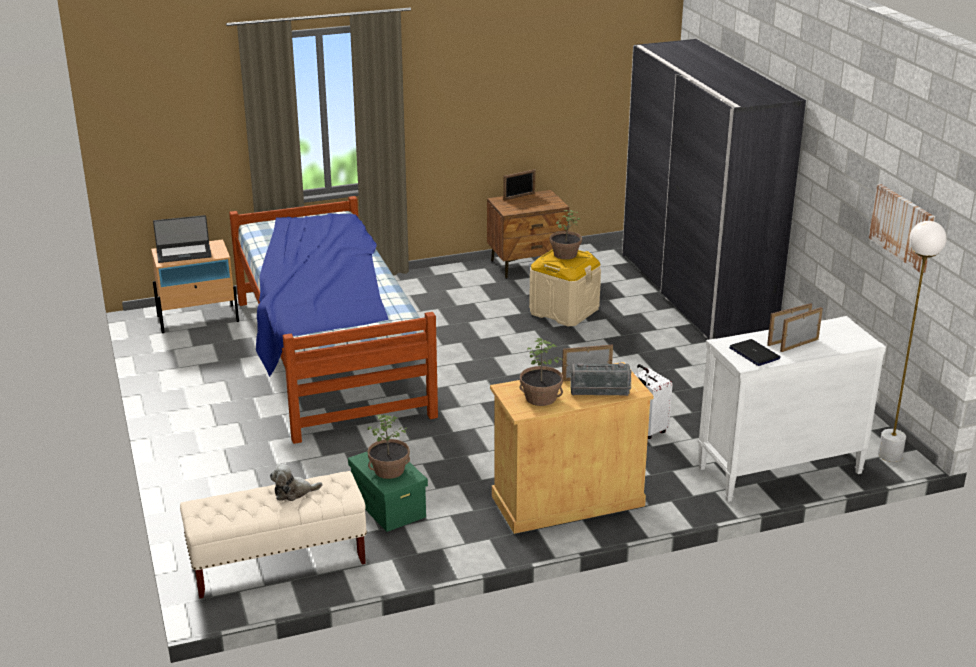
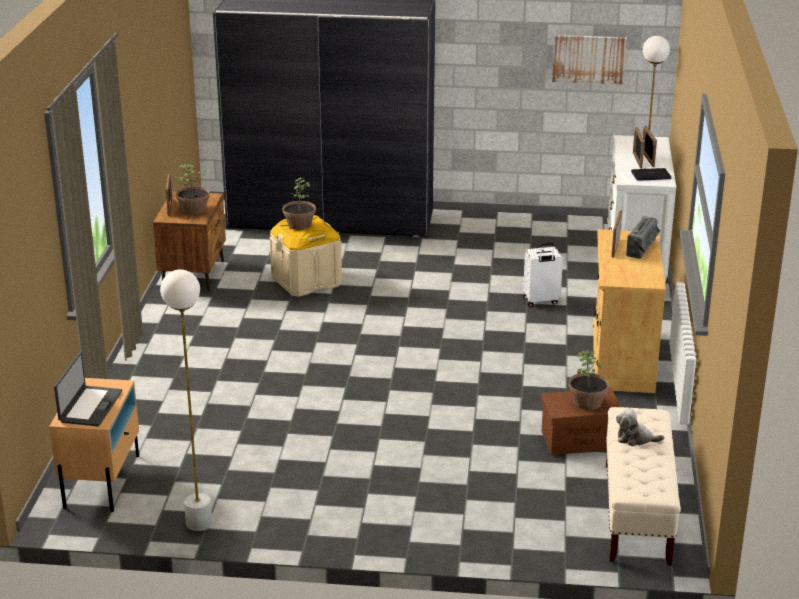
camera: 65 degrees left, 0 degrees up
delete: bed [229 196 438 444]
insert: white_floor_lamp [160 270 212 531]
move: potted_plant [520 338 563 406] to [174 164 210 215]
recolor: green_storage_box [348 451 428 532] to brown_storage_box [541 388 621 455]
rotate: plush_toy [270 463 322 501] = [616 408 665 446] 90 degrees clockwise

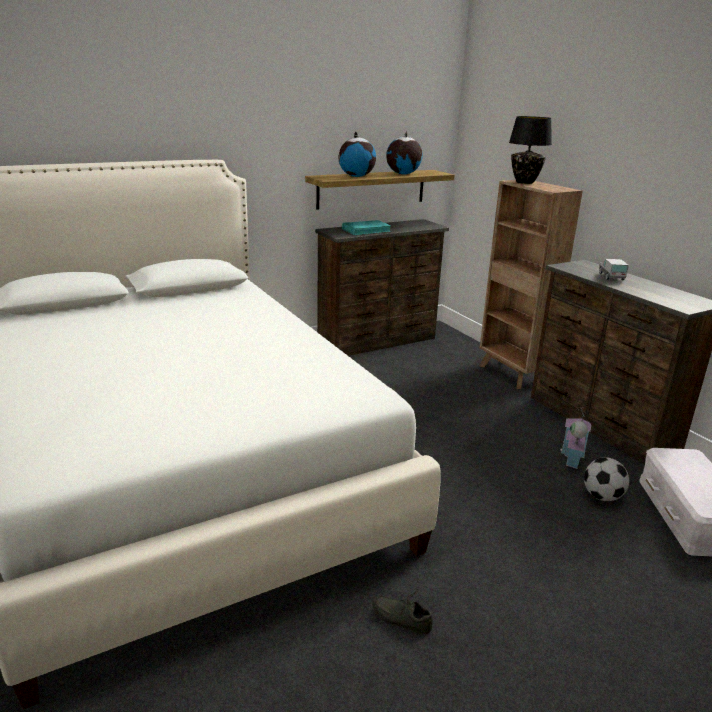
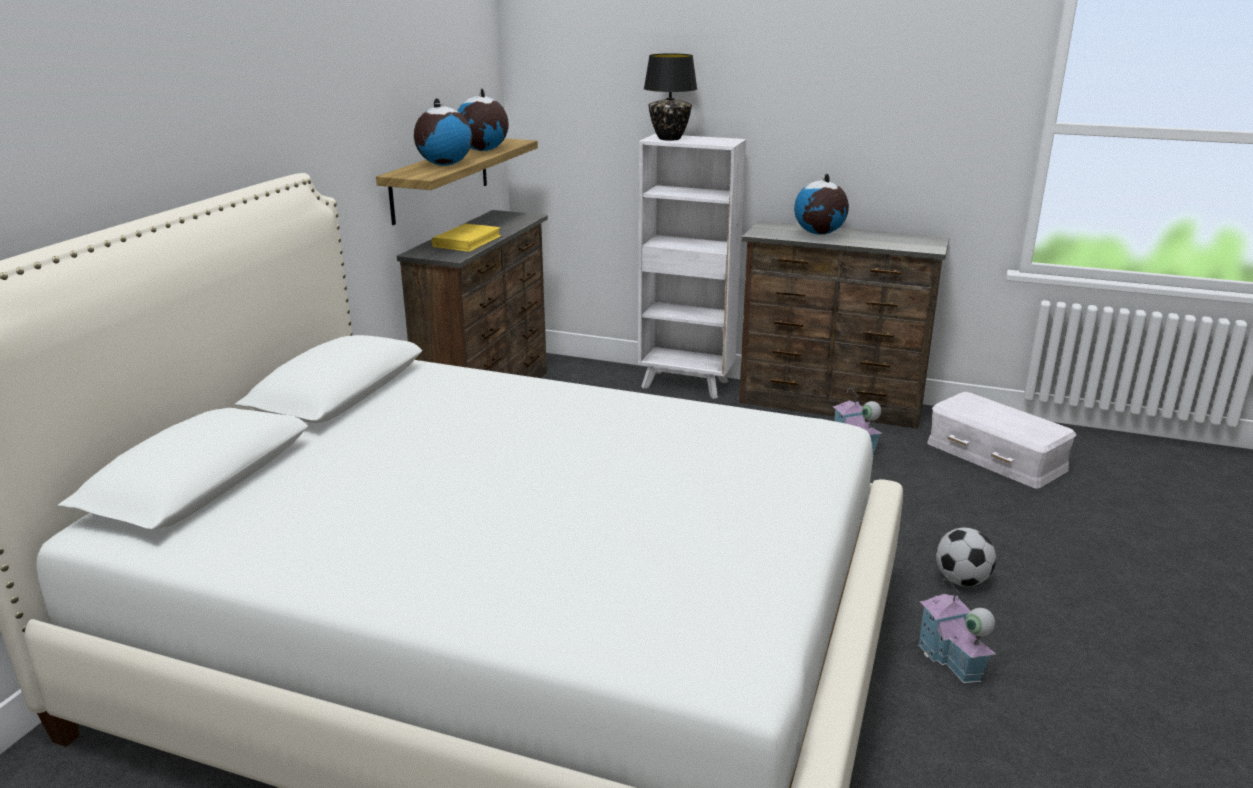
camera: 40 degrees left, 0 degrees up
move: football [584 457 629 501] to [936 528 996 586]
replace: grey_shoe [372 589 433 634] to toy_house [918 577 996 683]; toy_truck [599 259 629 280] to globe [794 174 849 235]
recolor: turquoise_book [342 220 392 235] to yellow_book [432 223 502 252]; brown_bookcase [480 180 583 389] to white_bookcase [638 134 746 399]

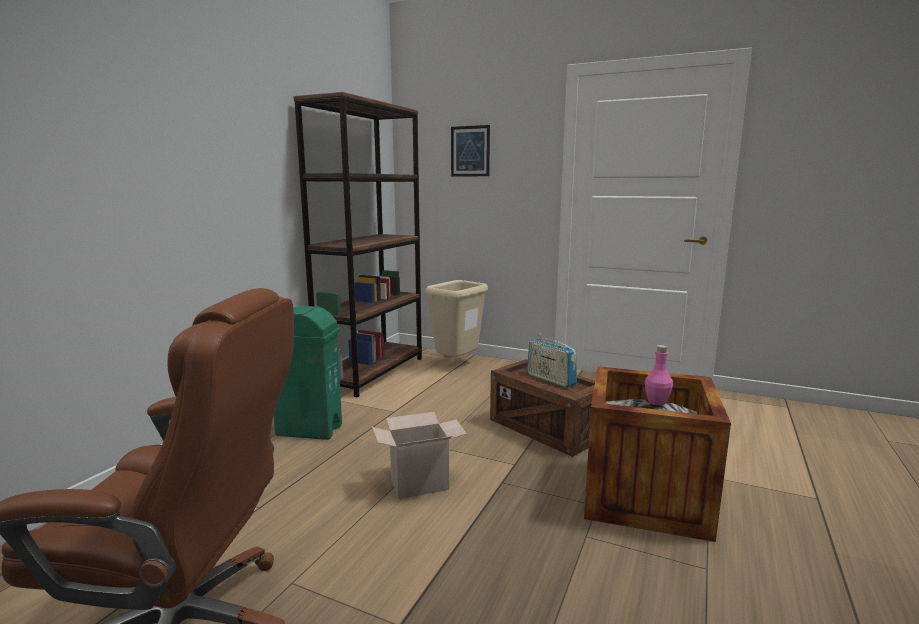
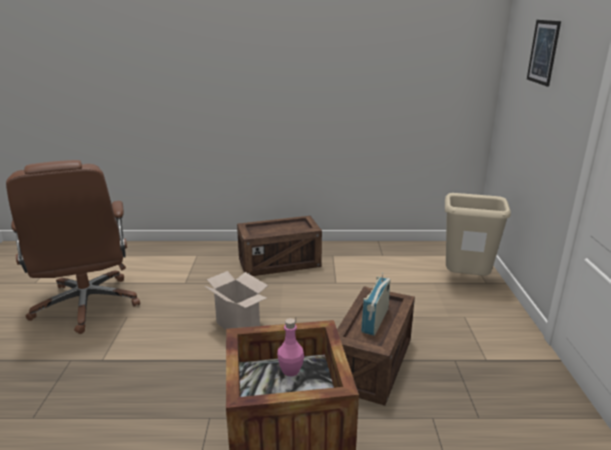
camera: 65 degrees right, 10 degrees up
delete: brown_bookcase [293 92 422 398]
replace: green_trash_can [274 306 342 440] to crate [237 216 322 276]

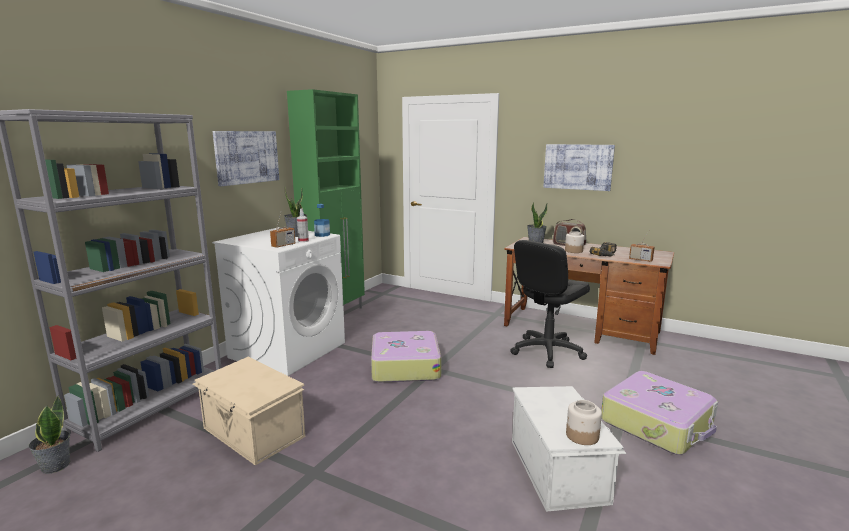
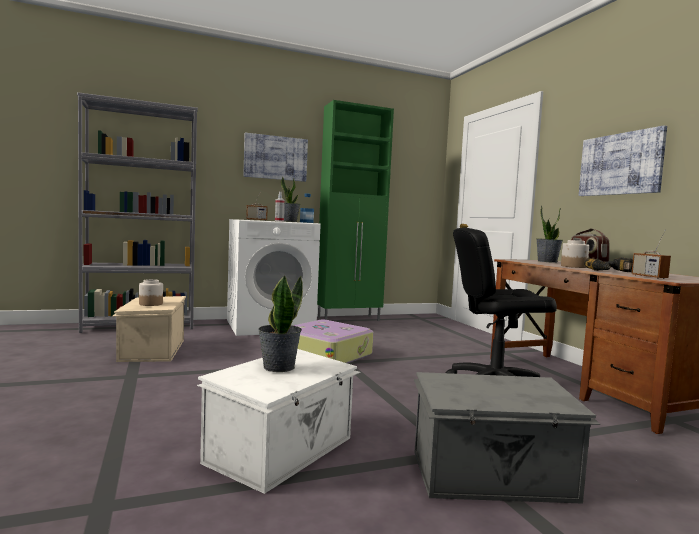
camera: 40 degrees right, 10 degrees down
move: potted_plant [28 395 71 474] to [258 275 303 372]; jar [566 400 602 445] to [139 279 163 306]
replace: suitcase [601 371 718 455] to grey_storage_box [414 372 601 504]

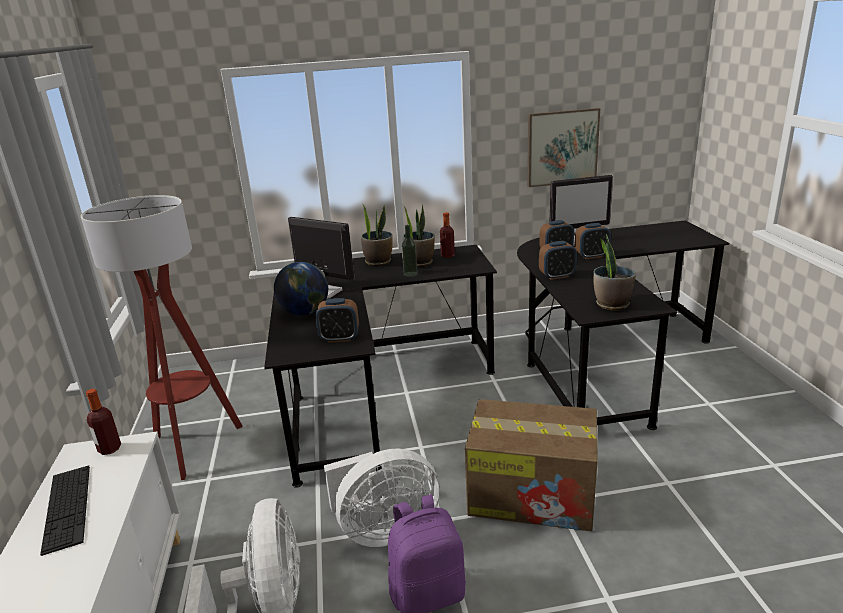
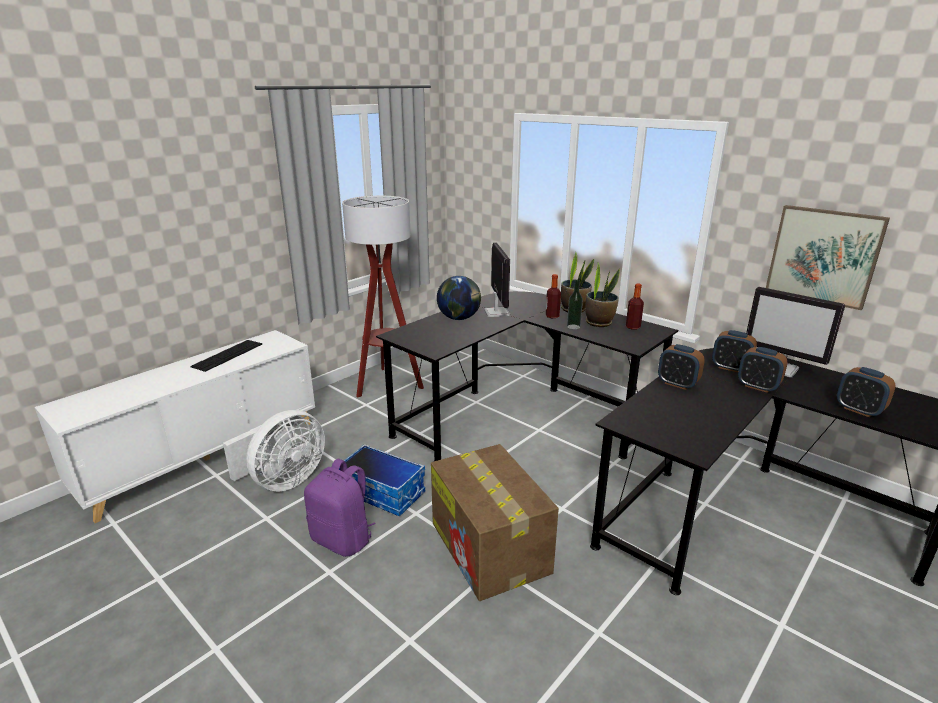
camera: 50 degrees right, 0 degrees up
delete: potted_plant [593 234 636 310]
move: bottle [86 389 121 455] to [546 274 561 318]; alarm_clock [315 298 359 343] to [837 367 896 417]
replace: white_fan [324 449 440 547] to storage_box [339 444 425 517]

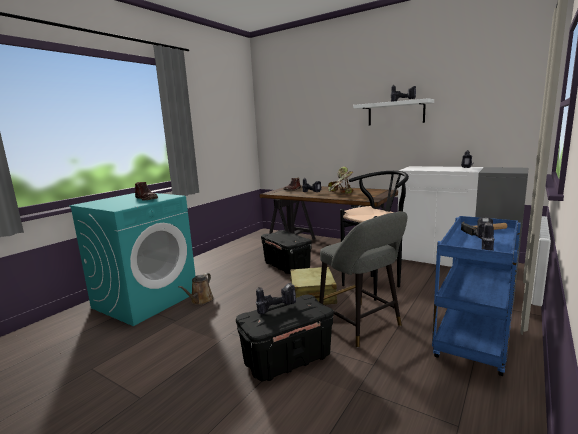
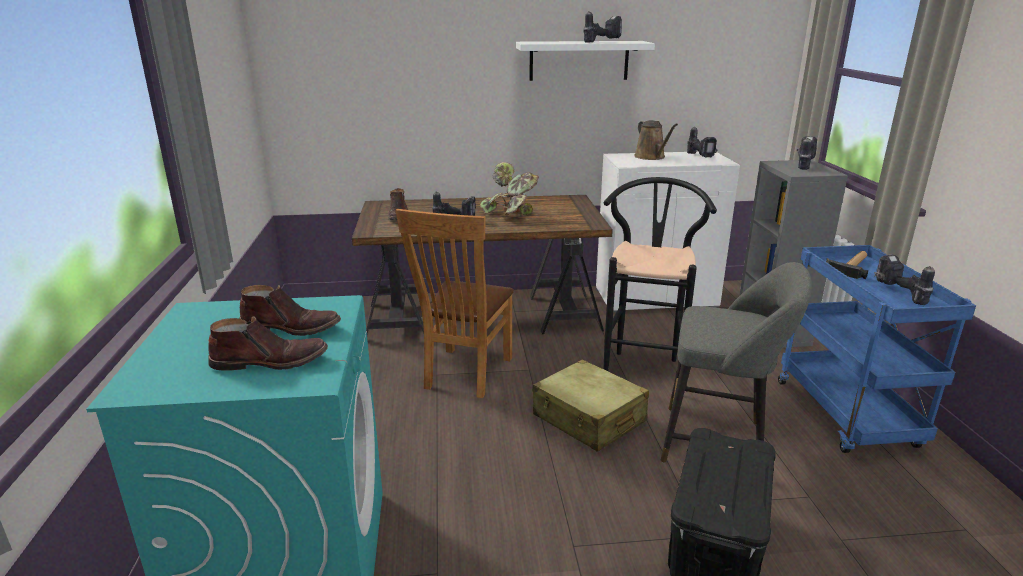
camera: 40 degrees left, 10 degrees up
insert: brown_boot [208 316 328 371]
move: brown_watering_can [178 273 214 305] to [634 120 678 160]; power_drill [256 283 296 314] to [797 136 817 170]
replace: black_storage_box [261 230 312 274] to brown_chair [395 209 514 398]

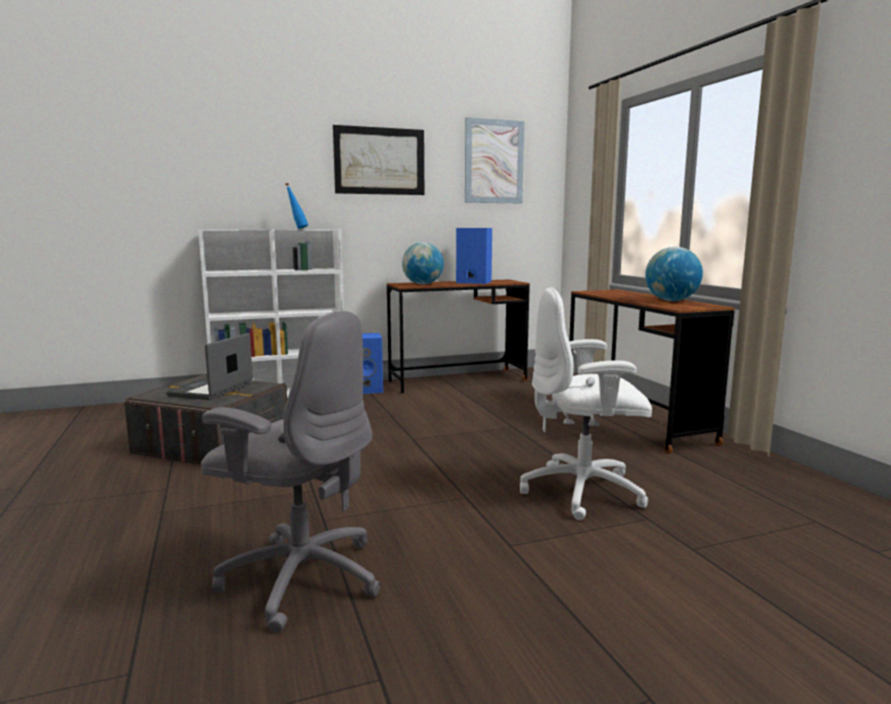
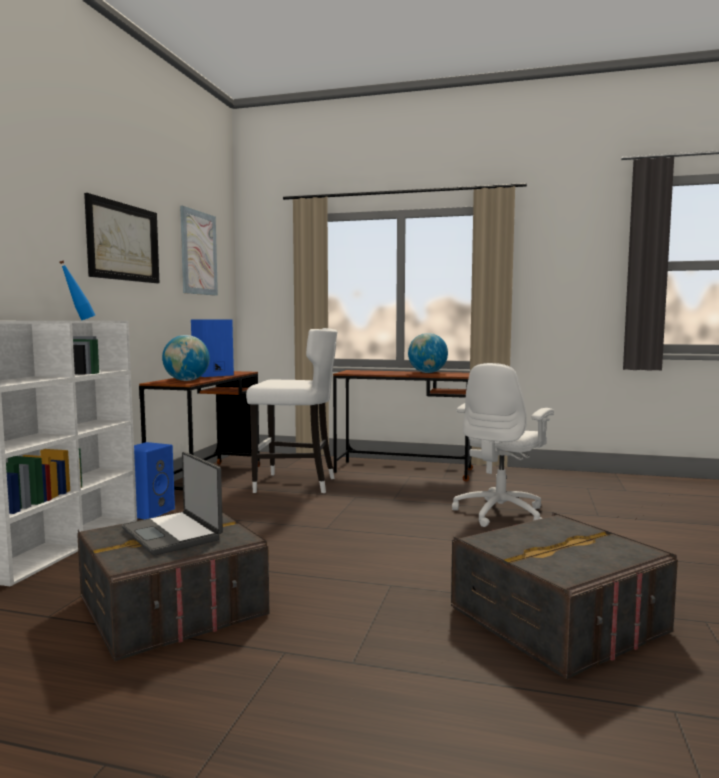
camera: 55 degrees left, 5 degrees down
insert: white_stool [246 328 337 493]
replace: grey_office_chair [201 311 381 633] to grey_storage_box [451 513 678 679]

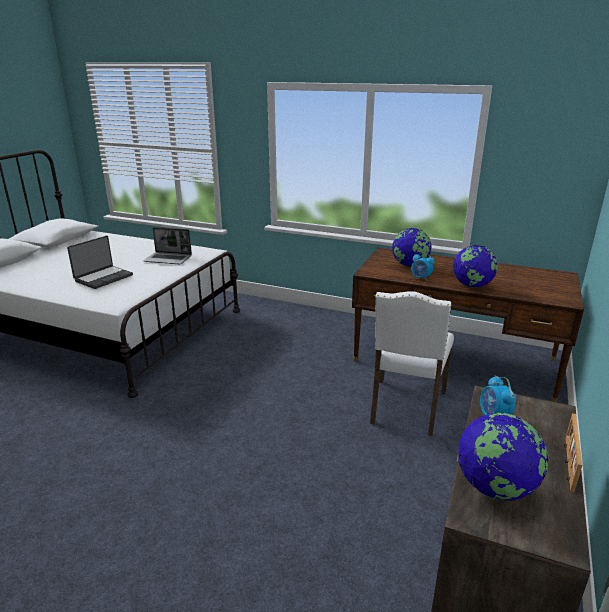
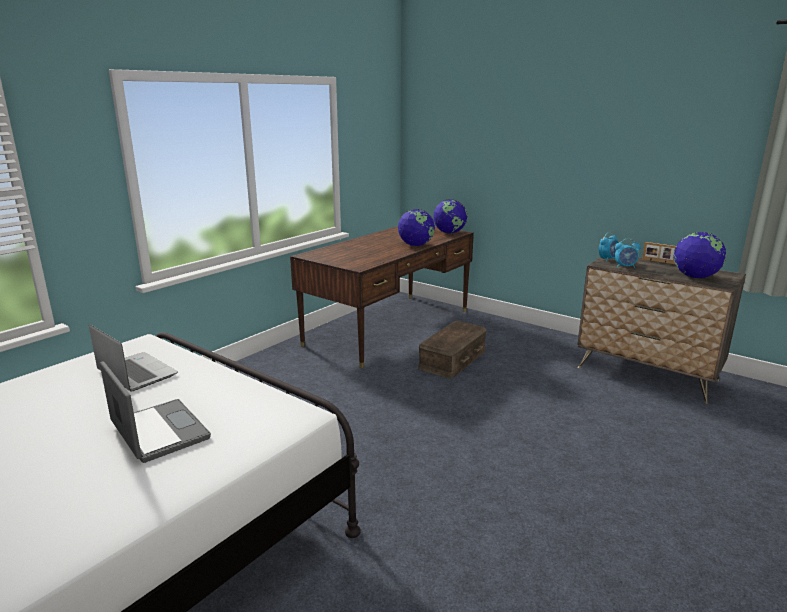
camera: 75 degrees left, 5 degrees down
move: globe [392 228 431 267] to [433 199 467 234]; alarm_clock [411 252 435 281] to [599 232 618 262]
replace: white_chair [370 291 454 436] to brown_storage_box [418 321 487 379]
rotate: laptop [144 227 192 264] = [89 324 178 392] 75 degrees counterclockwise

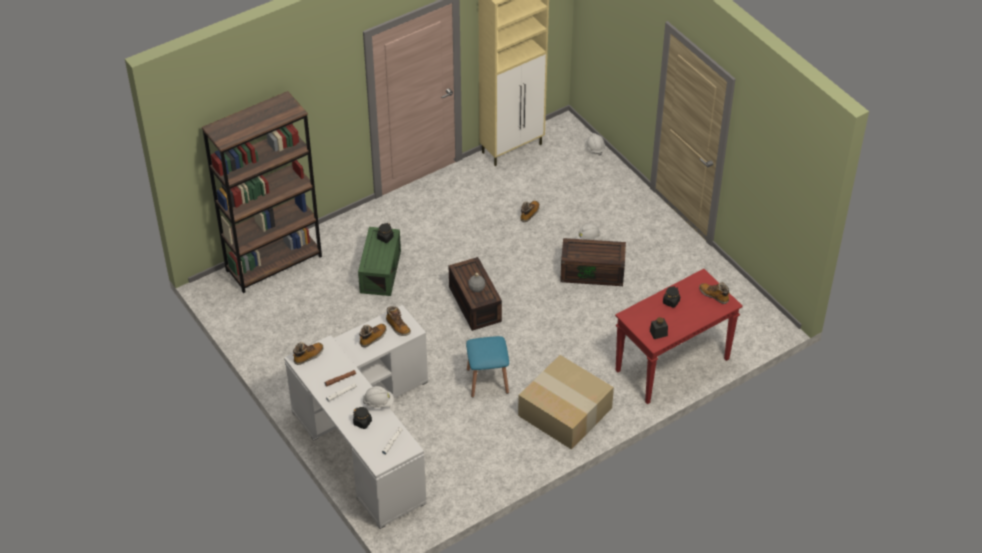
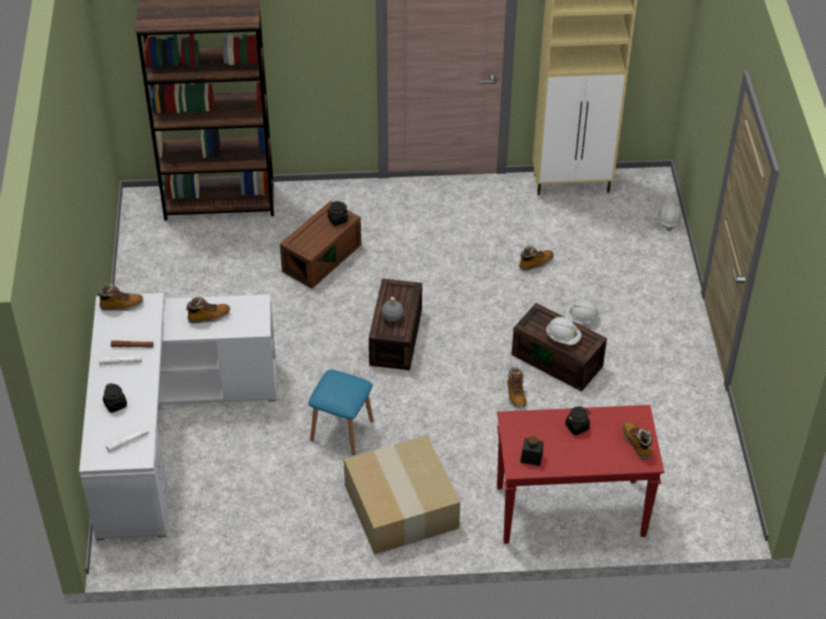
camera: 30 degrees right, 0 degrees up
move: white_hard_hat [363 386 394 408] to [546 317 581 345]; boot [386 306 411 336] to [507 367 527 409]
recolor: green_storage_box [358 227 401 296] to brown_storage_box [280 201 361 289]

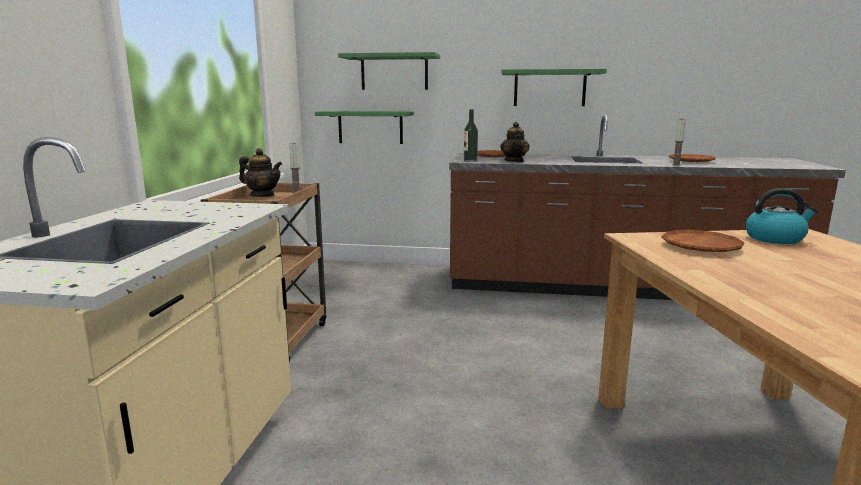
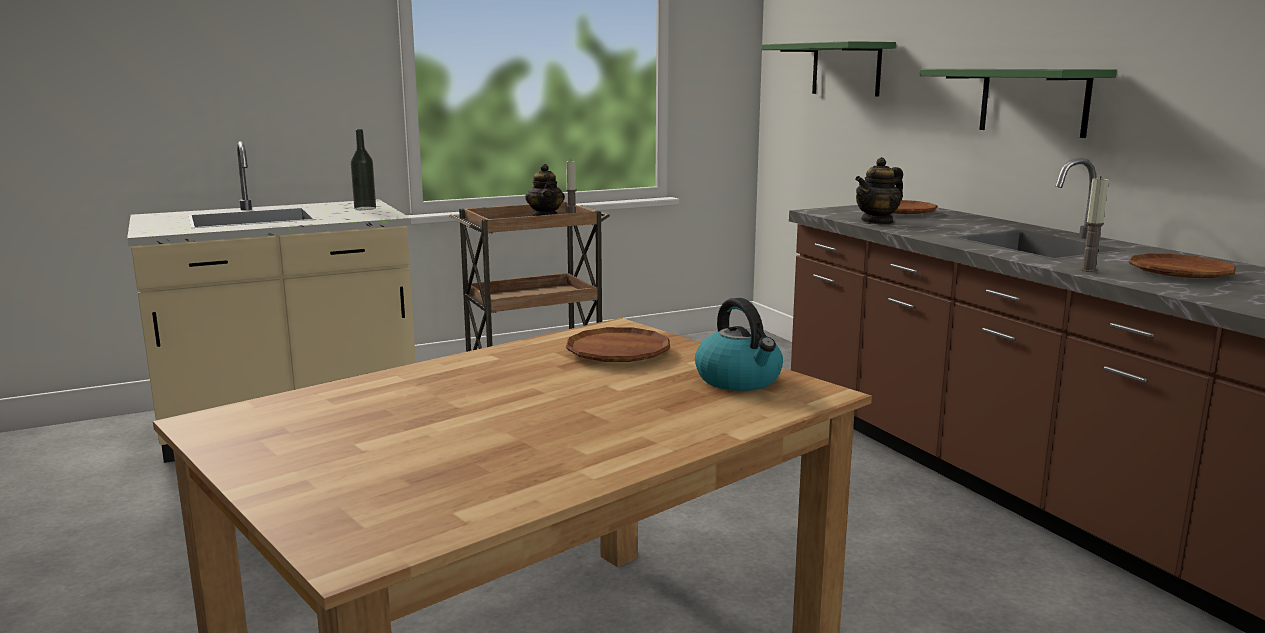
camera: 55 degrees right, 0 degrees up
delete: green_shelf [315 111 414 144]
move: bottle [464 109 478 162] to [351 129 376 210]

